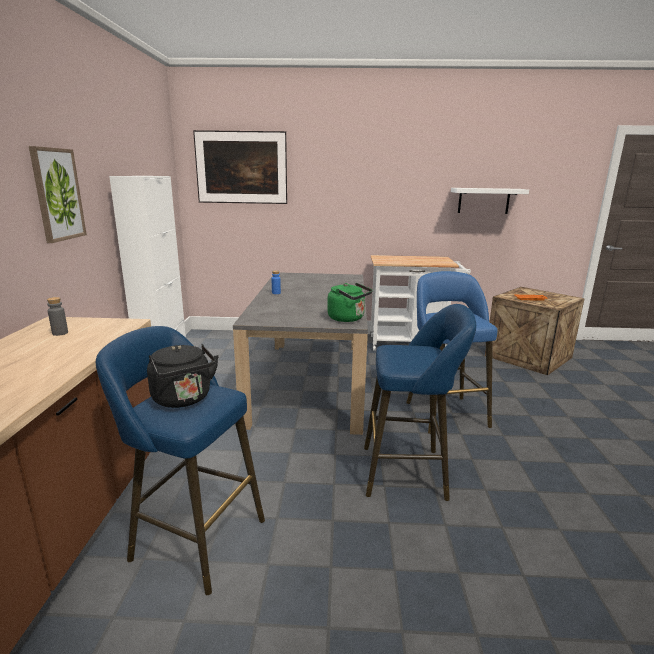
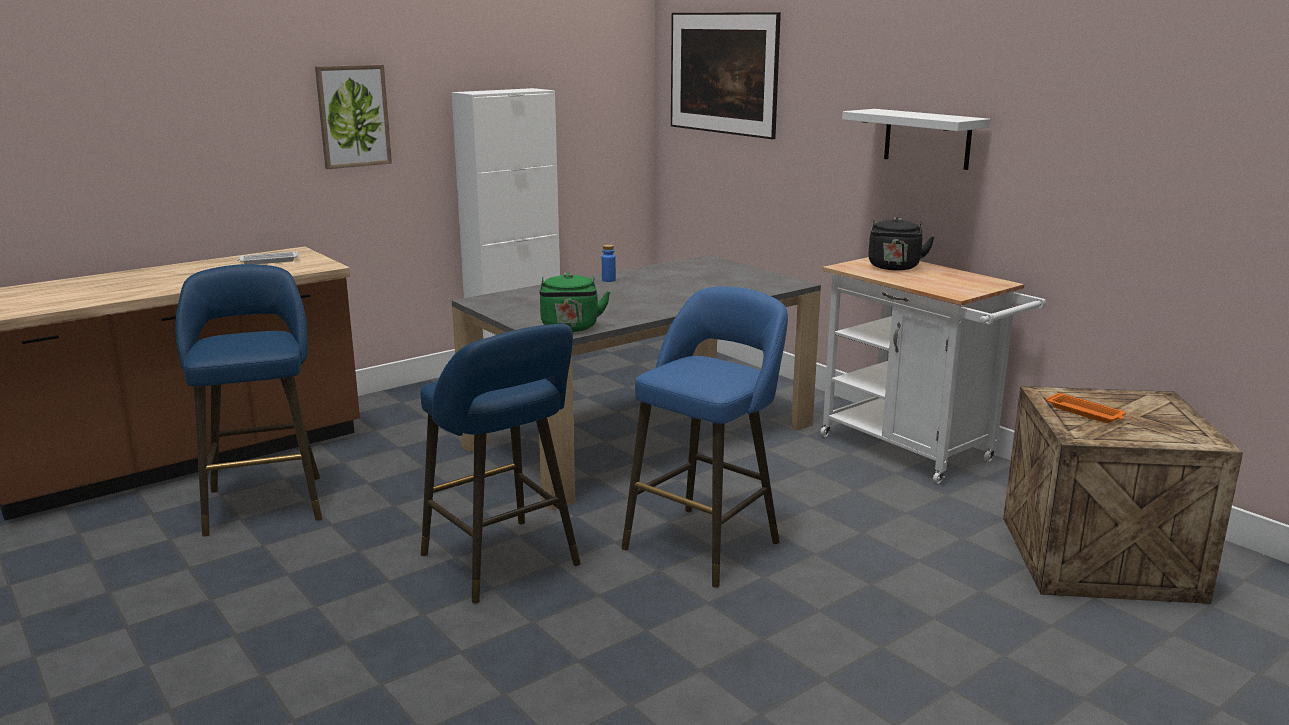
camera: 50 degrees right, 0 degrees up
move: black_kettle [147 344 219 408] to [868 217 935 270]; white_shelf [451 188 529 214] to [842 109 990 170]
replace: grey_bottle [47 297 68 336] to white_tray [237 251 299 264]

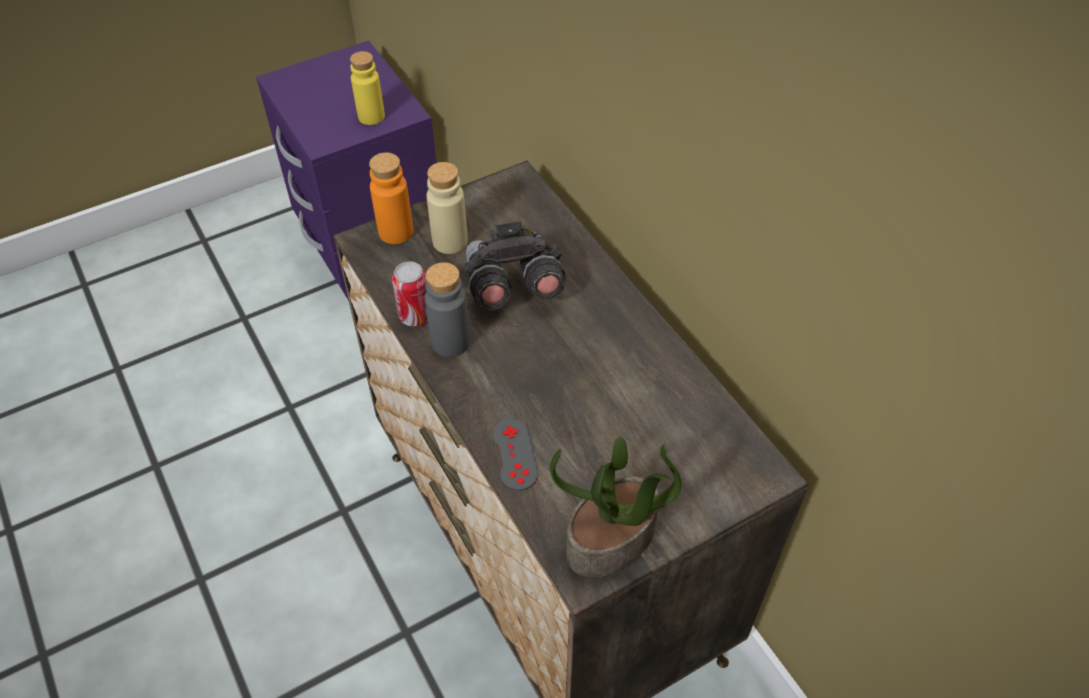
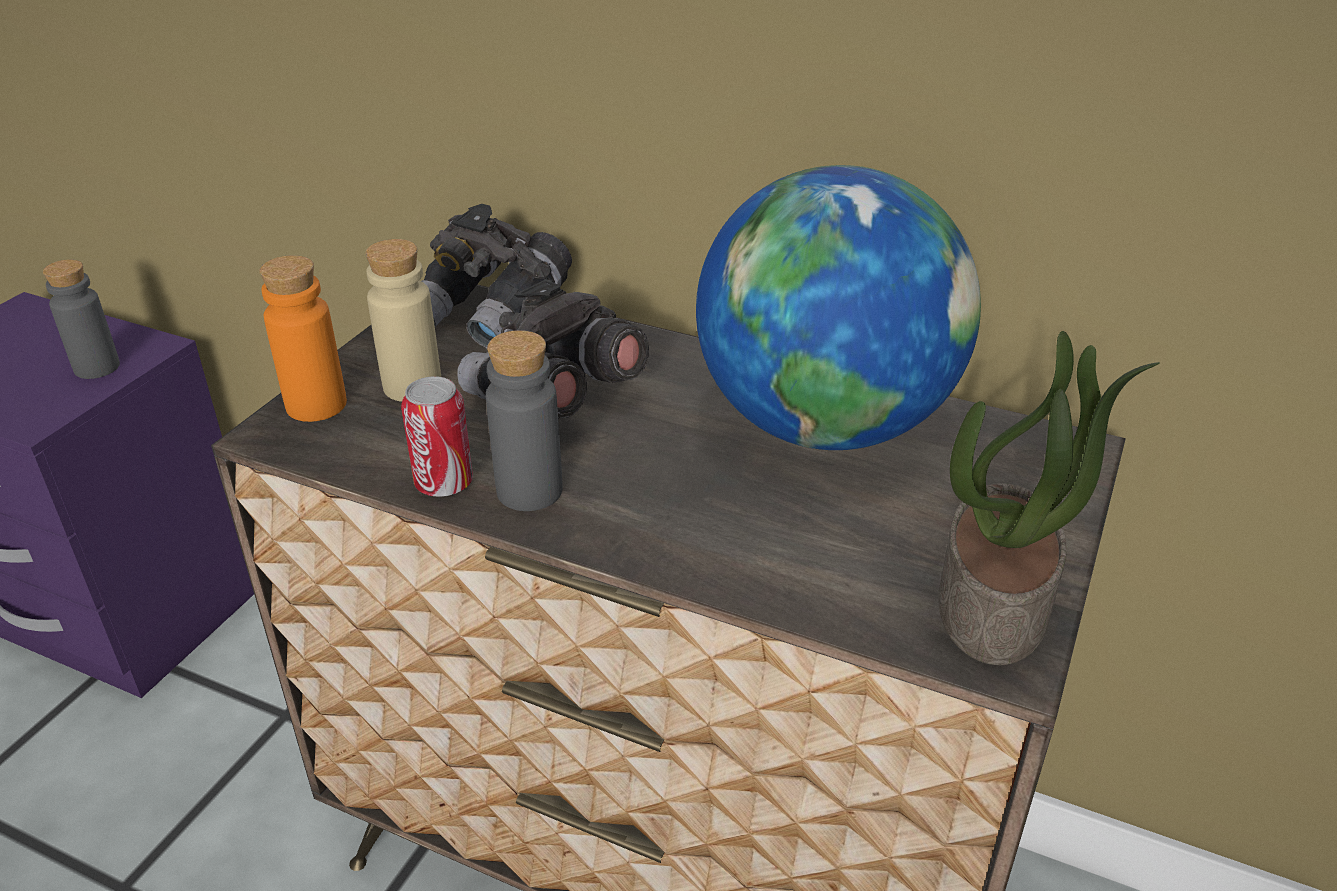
camera: 35 degrees left, 15 degrees down
delete: grey_game_controller [492 419 538 491]
insert: grey_binoculars [422 204 572 348]; globe [696 165 981 450]
recolor: yellow_bottle [350 51 385 125] to grey_bottle [43 259 120 379]

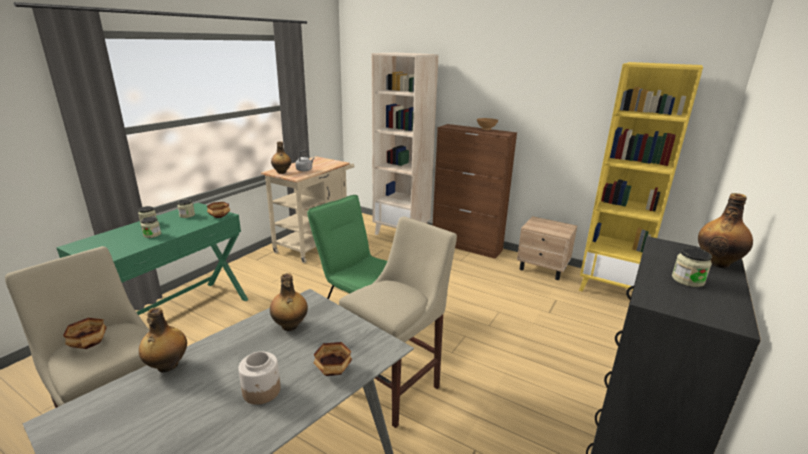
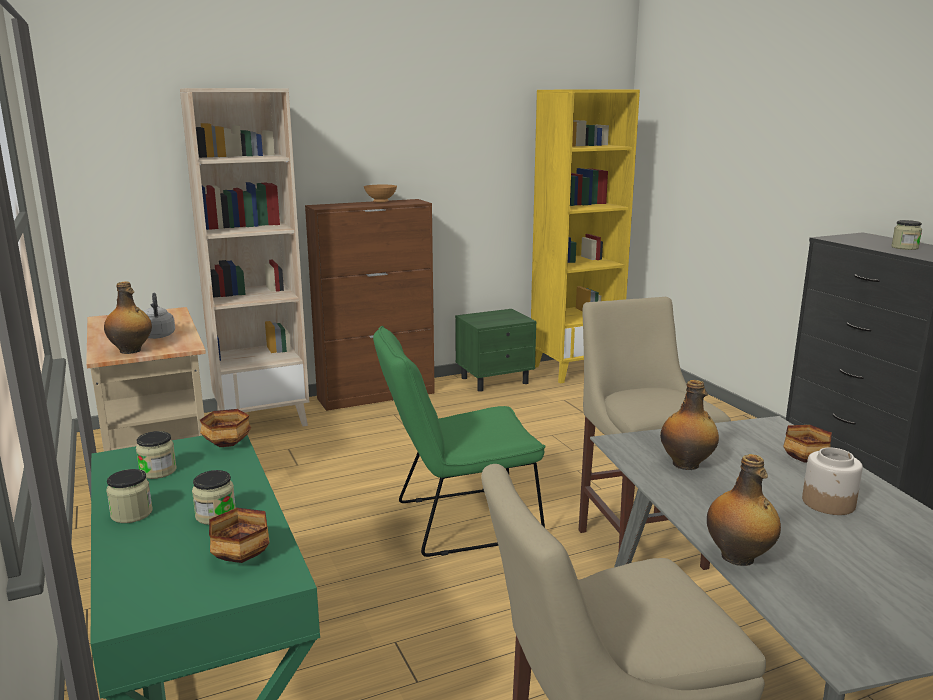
camera: 55 degrees left, 5 degrees down
delete: bottle [698 193 753 268]
move: bowl [63 318 107 349] to [209 508 270 563]
recolor: beige_nightstand [517 216 577 280] to green_nightstand [455 309 537 392]

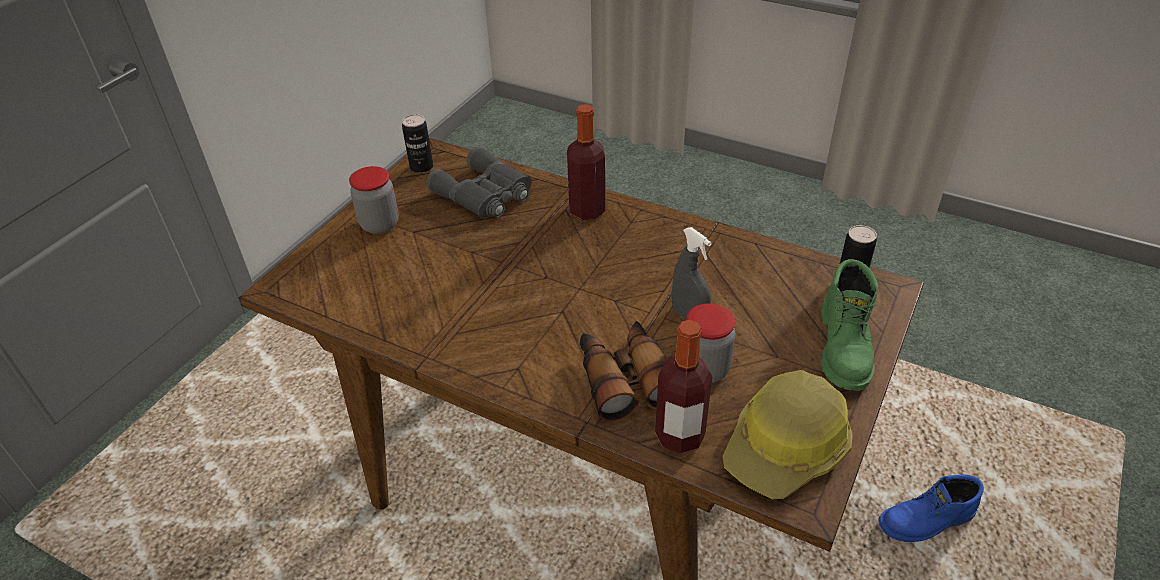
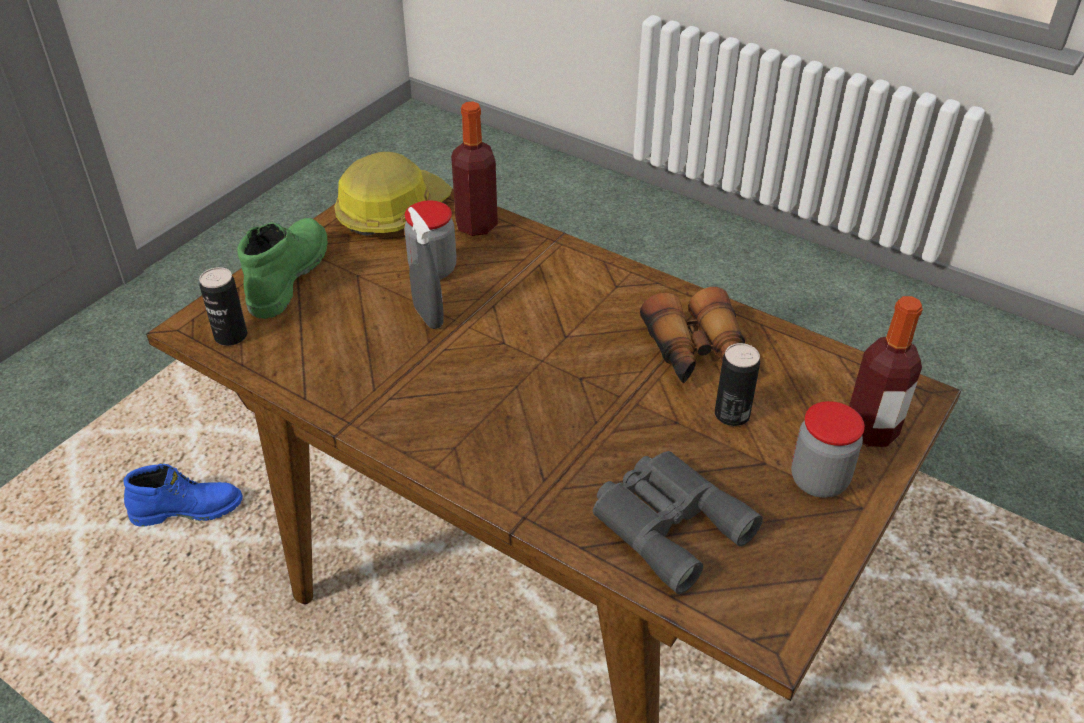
camera: 175 degrees left, 0 degrees up
move: can [402 114 433 173] to [715 343 760 426]; bottle [567 104 605 220] to [849 296 923 447]; binoculars [580 321 667 422] to [640 287 745 383]

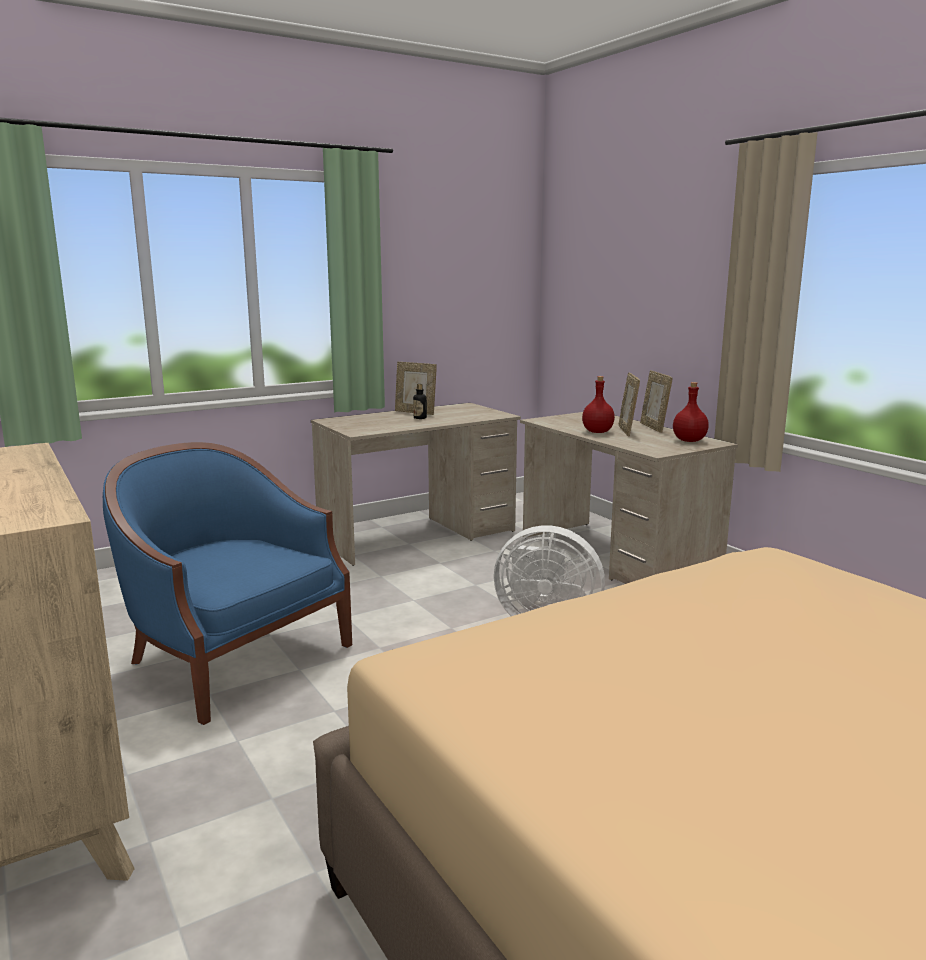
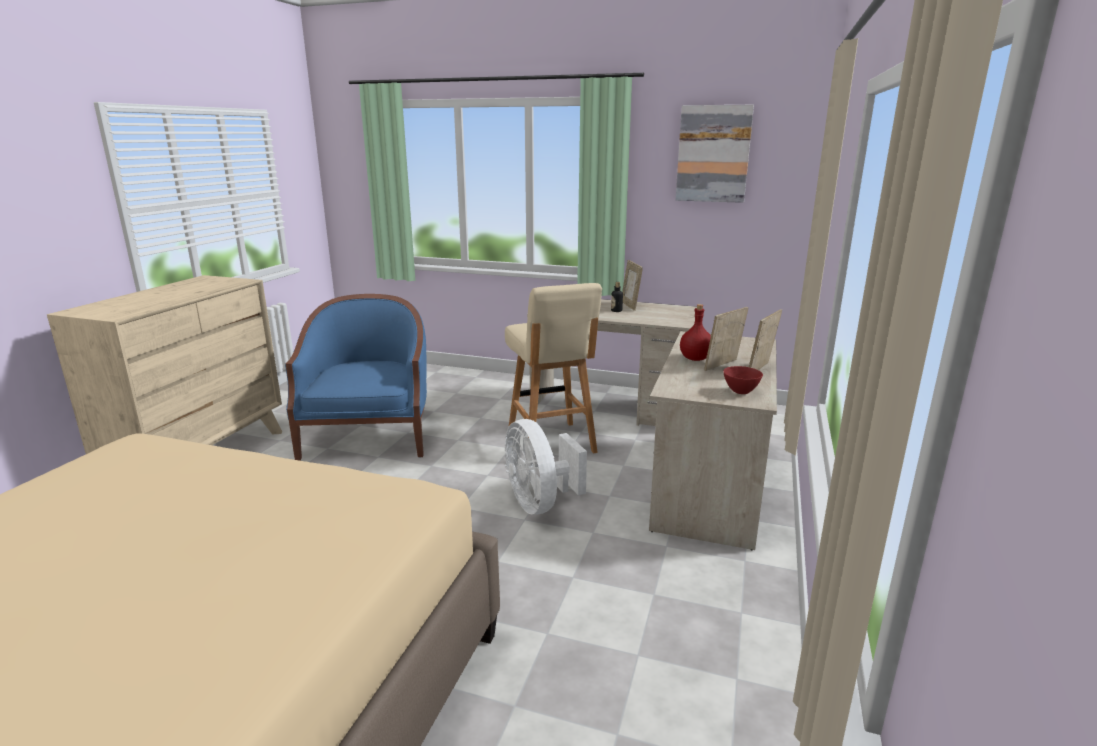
camera: 50 degrees right, 5 degrees up
insert: beige_stool [505 283 602 453]; picture [676 105 754 203]
replace: red_bottle [673 382 709 442] to red_bowl [723 366 763 394]

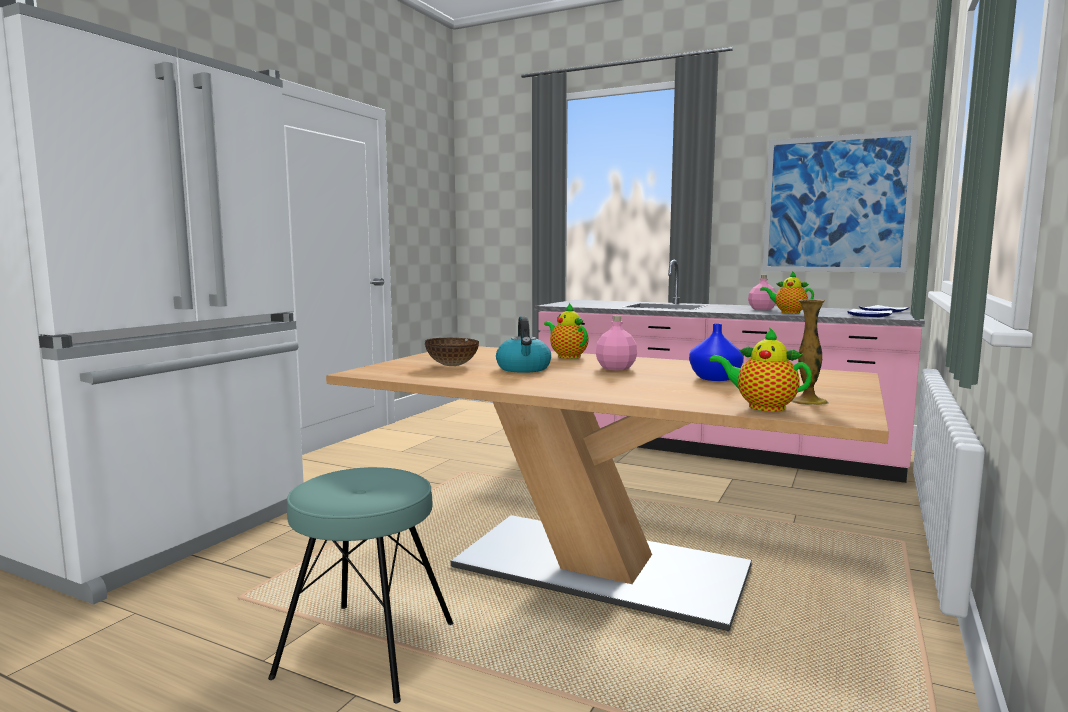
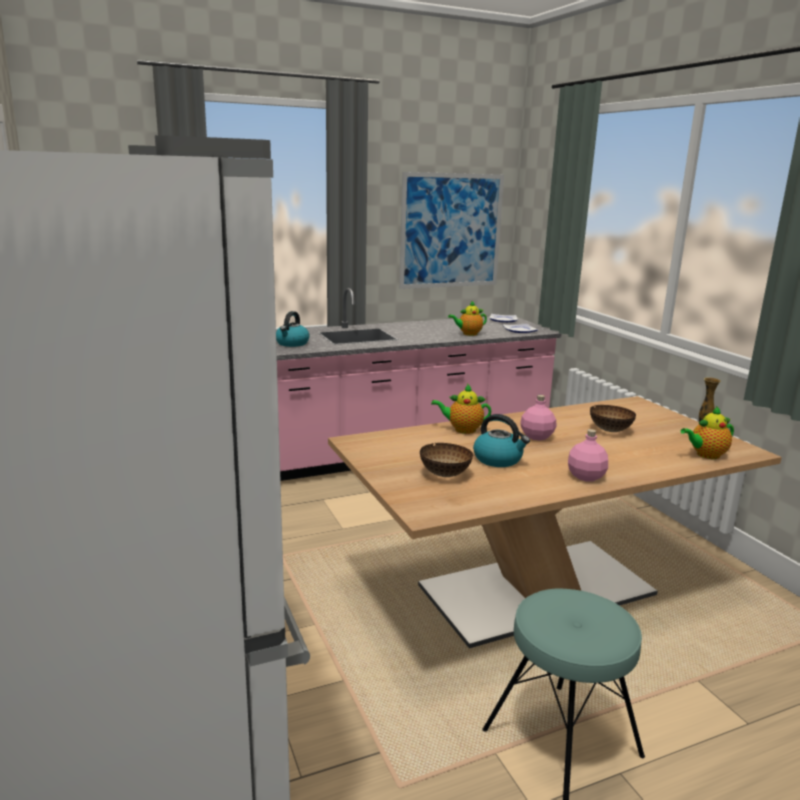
camera: 50 degrees left, 10 degrees up
insert: kettle [276 311 310 347]
move: pink_bottle [748 275 777 310] to [568 429 608 481]
replace: blue_vase [689 324 744 381] to bowl [590 405 636 432]

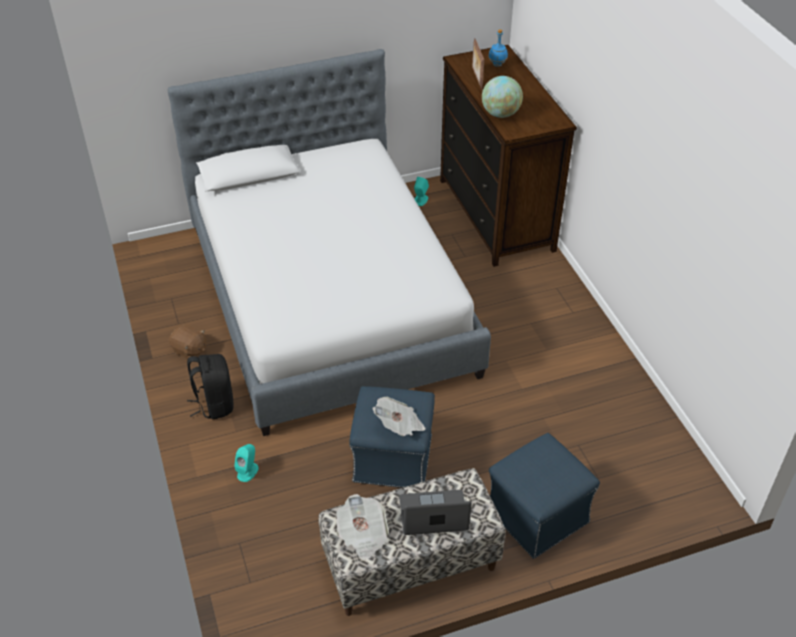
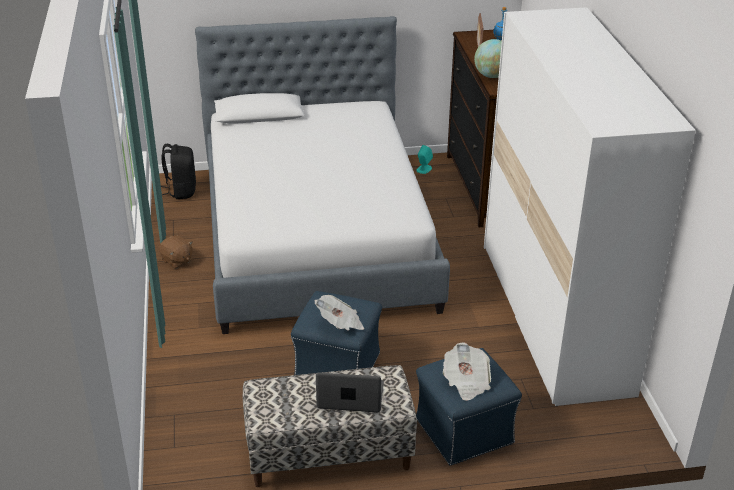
camera: 10 degrees right, 10 degrees down
delete: turquoise_speaker [234 444 259 482]
insert: white_wardrobe [484 7 696 406]
move: black_backpack [187 354 234 419] to [161 144 196 199]; newspaper [336 494 389 560] to [442 342 491 401]

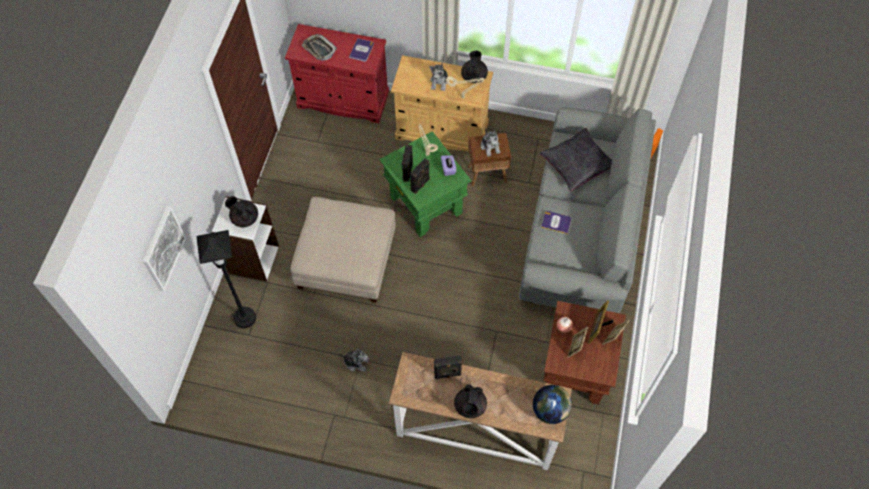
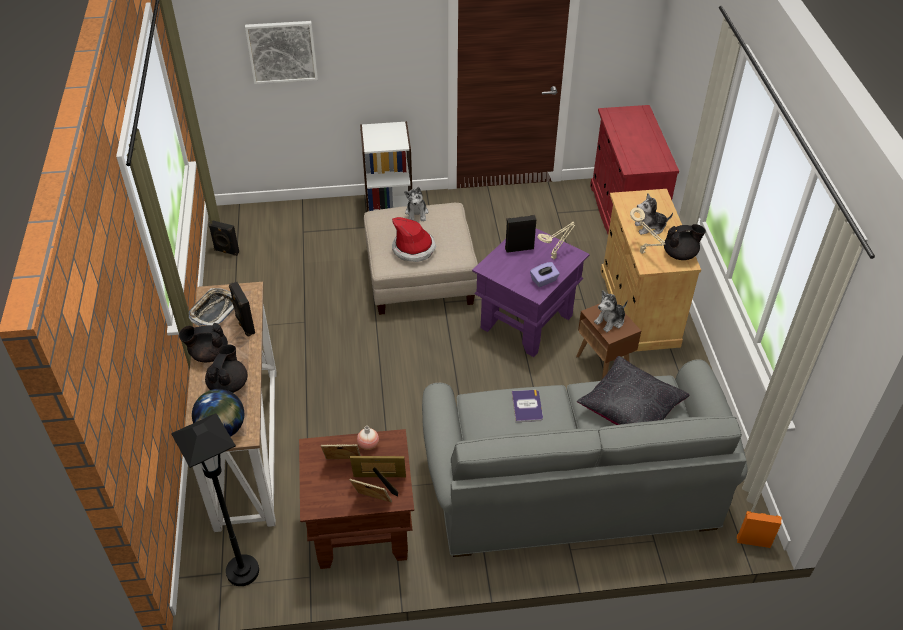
camera: 70 degrees right, 15 degrees down
delete: book [349 38 374 62]
insert: hat [392 217 436 262]
move: black_floor_lamp [196 230 256 328] to [171 413 259 586]; black_teapot [225 196 258 227] to [205 345 247 393]; tray [302 34 337 61] to [189 288 234 326]; plush_toy [339 349 369 372] to [404 187 428 221]; black_speaker [410 159 430 194] to [208 221 239 256]
recolor: green_side_table [379 131 471 237] to purple_side_table [472 228 589 357]

